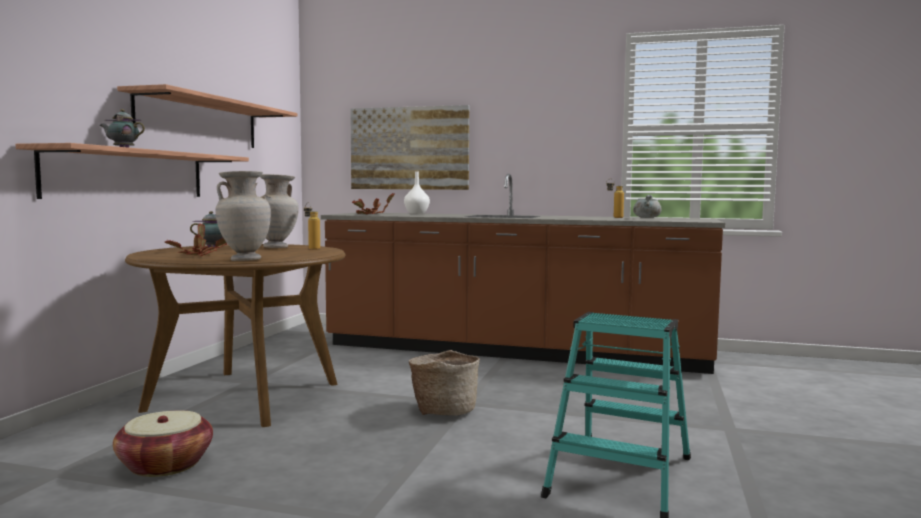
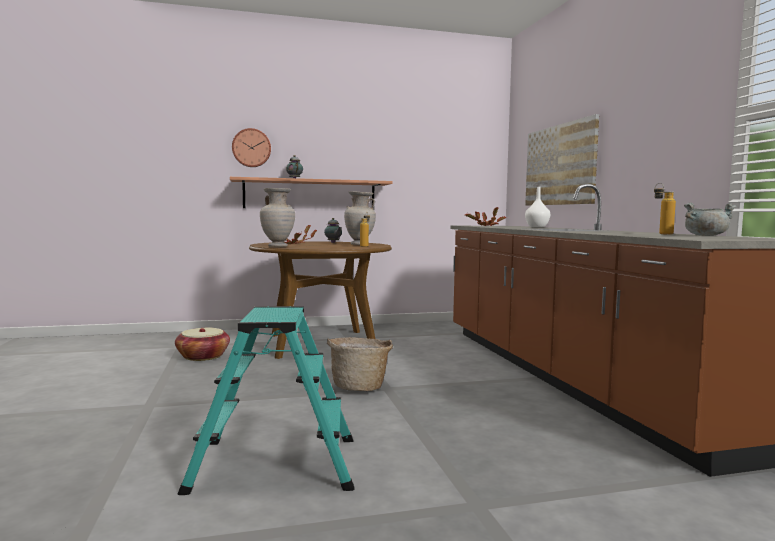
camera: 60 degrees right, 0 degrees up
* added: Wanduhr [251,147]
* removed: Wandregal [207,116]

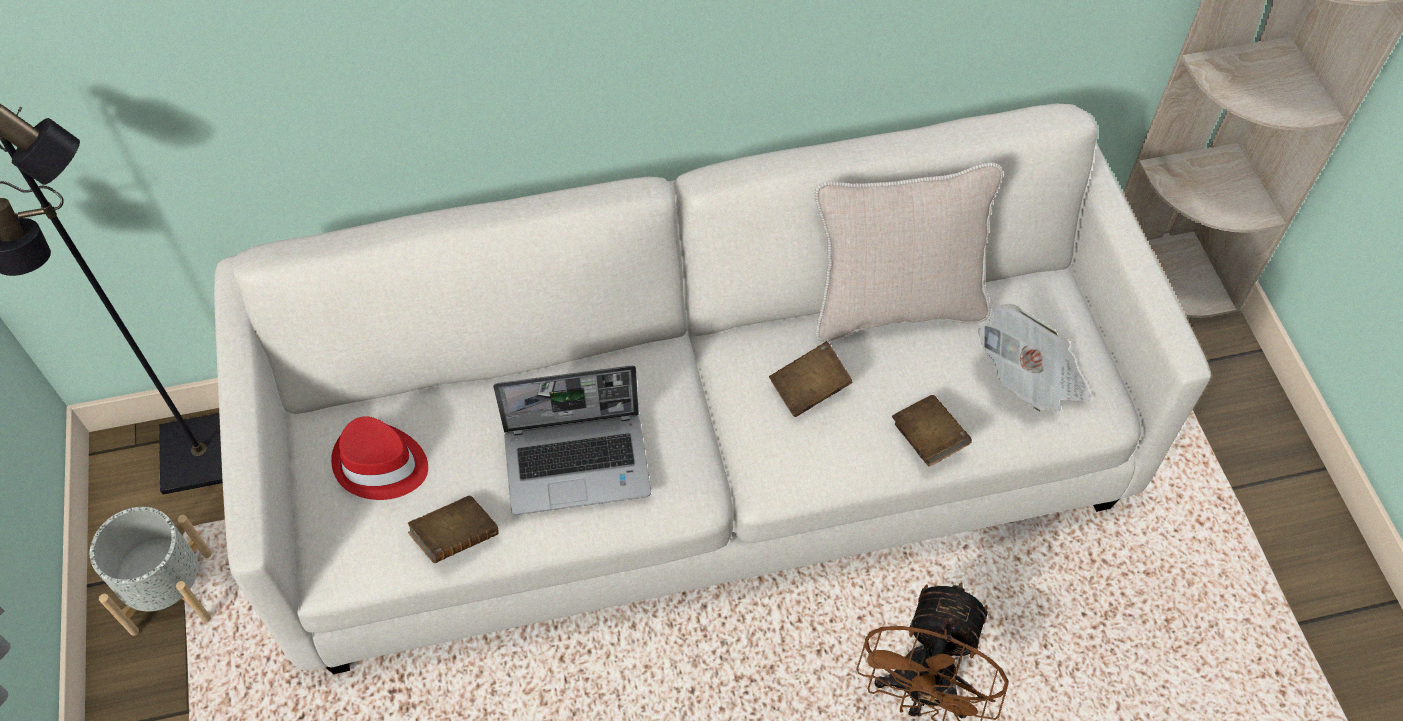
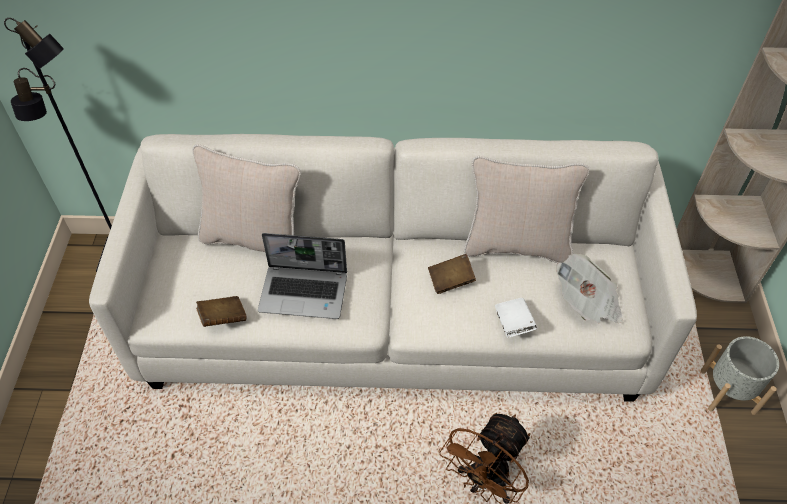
camera: 15 degrees right, 5 degrees down
* added: Kissen/beige [246,198]
* recoloured: Buch/braun [932,430] to Buch/weiß [516,318]
* moved: Pflanzkübel/grau [151,571] to [740,375]
* removed: Hut/rot [379,458]

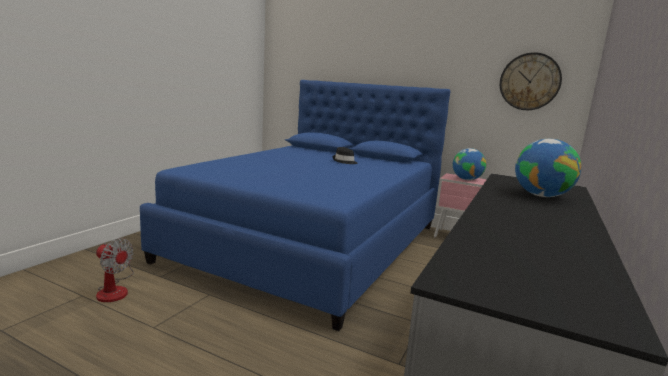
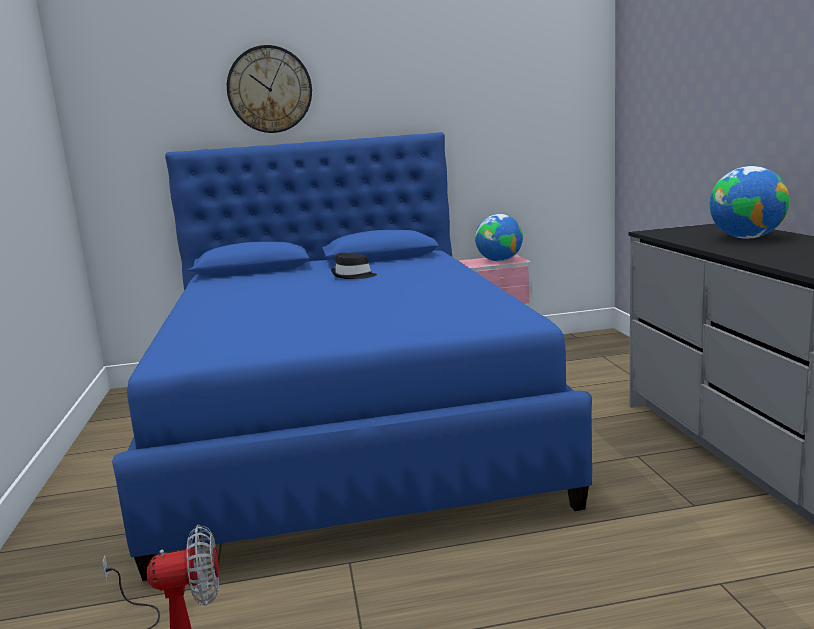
camera: 35 degrees left, 0 degrees up
* moved: Wanduhr [531,81] to [269,89]

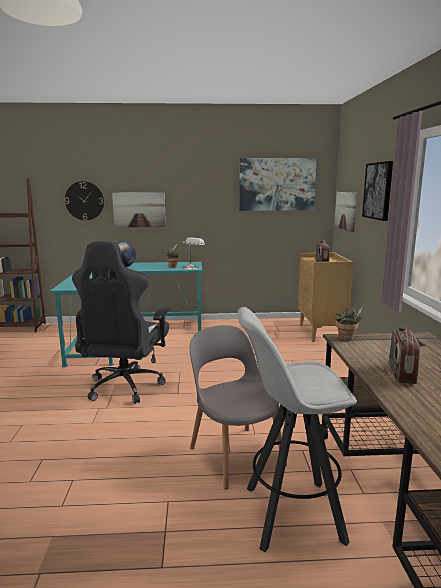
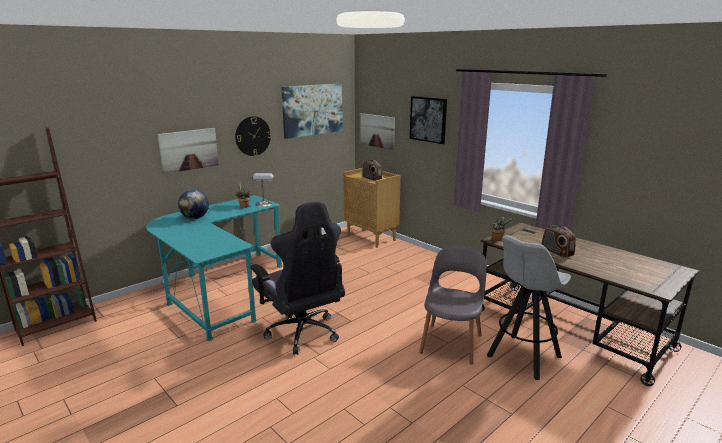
camera: 40 degrees left, 5 degrees up
* moved: Wanduhr [84,200] to [253,136]
* turned: Stuhl/grau [238,407] = [453,305] 90 degrees clockwise

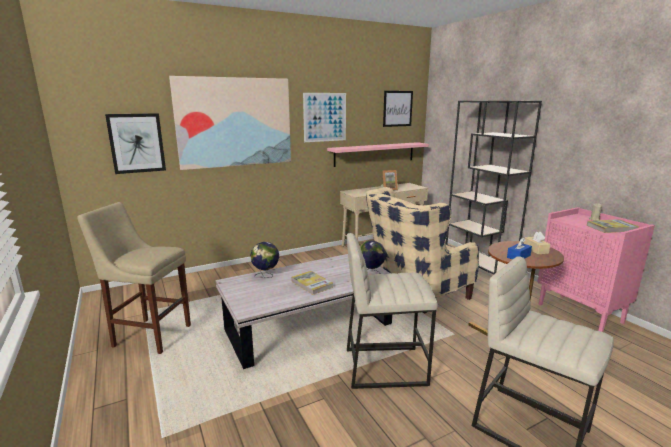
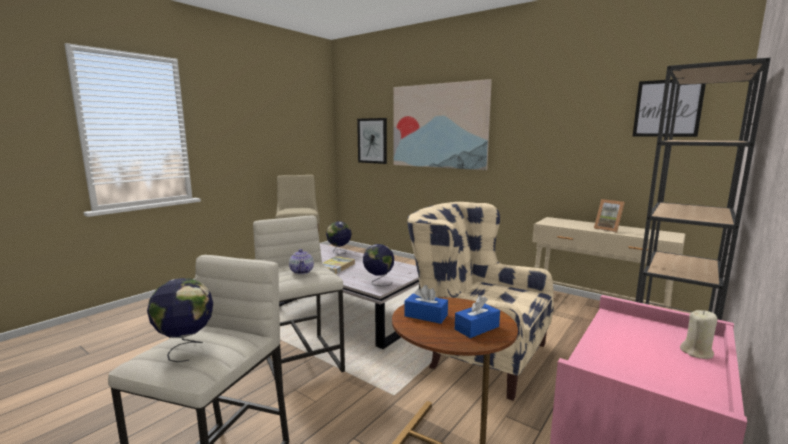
camera: 65 degrees right, 5 degrees down
* added: Globus [180,320]
* added: Teekanne [301,261]
* recoloured: Taschentuchbox/beige [537,242] to Taschentuchbox/blau [477,316]
* removed: Bild [324,117]
* removed: Wandregal/rosa [378,154]
* removed: Buch [613,226]

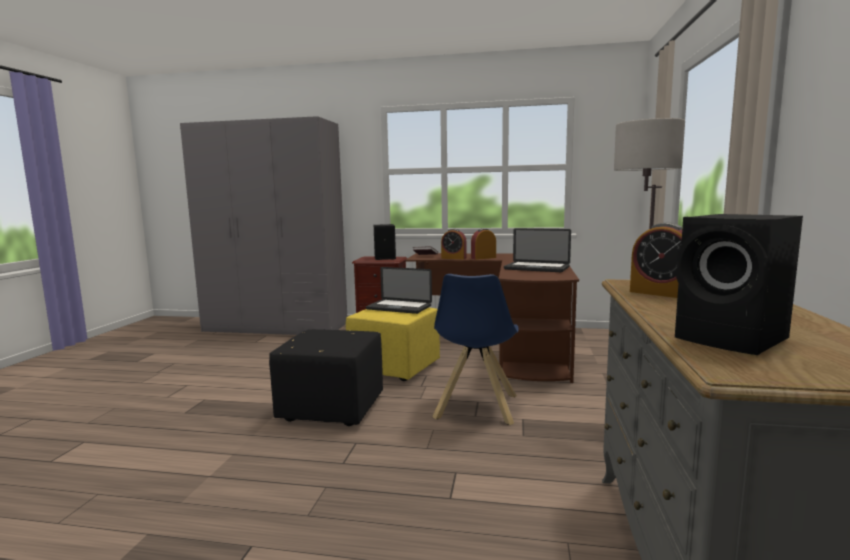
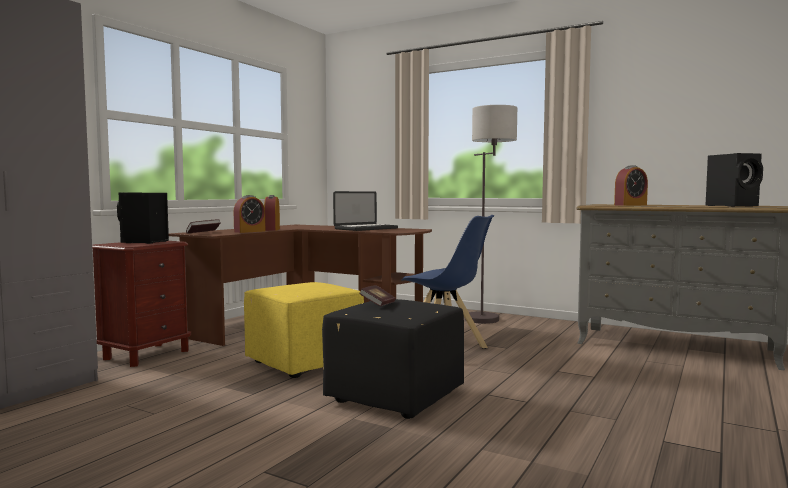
camera: 70 degrees left, 5 degrees down
* added: Buch [377,295]
* removed: Laptop [399,290]

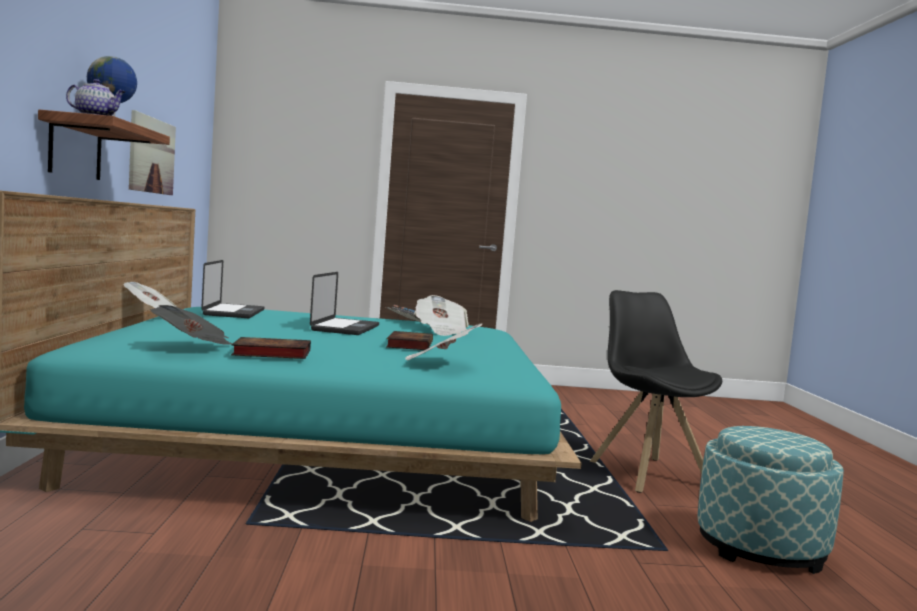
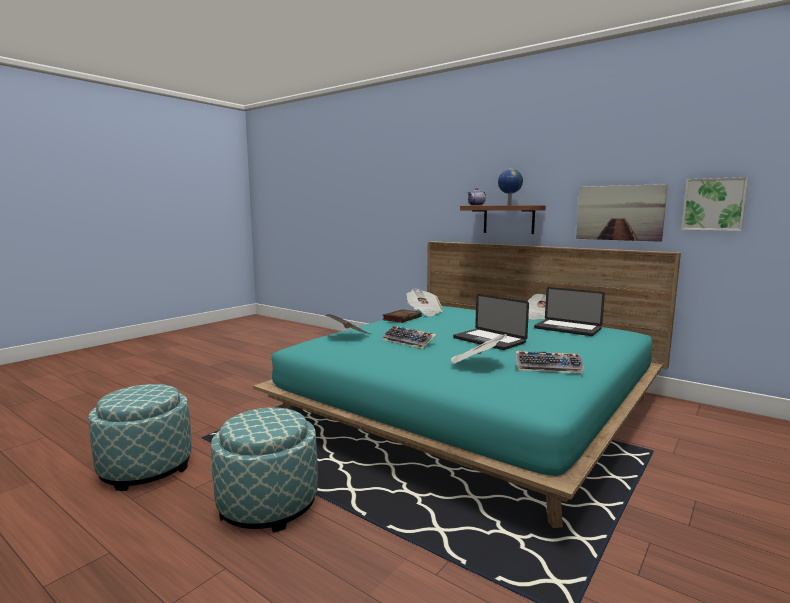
camera: 130 degrees right, 5 degrees up
* replaced: Stuhl/schwarz [655,391] to Polsterhocker [264,470]
* replaced: Buch [409,340] to Tastatur [409,337]
* added: Bild [714,204]

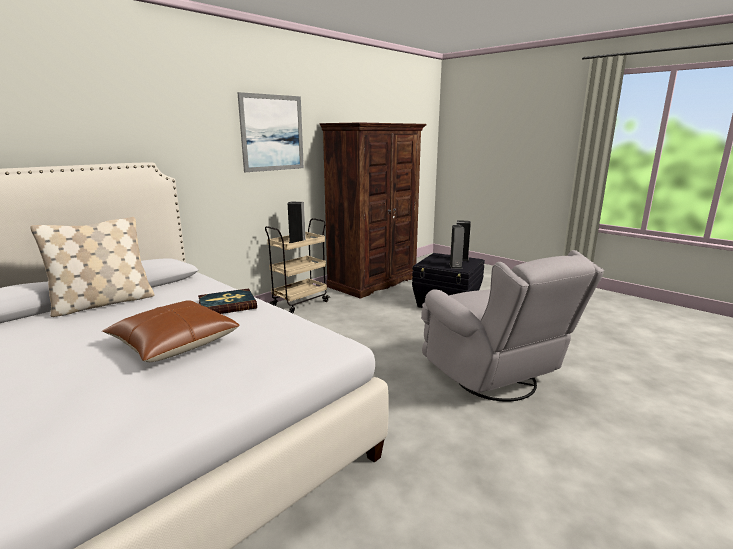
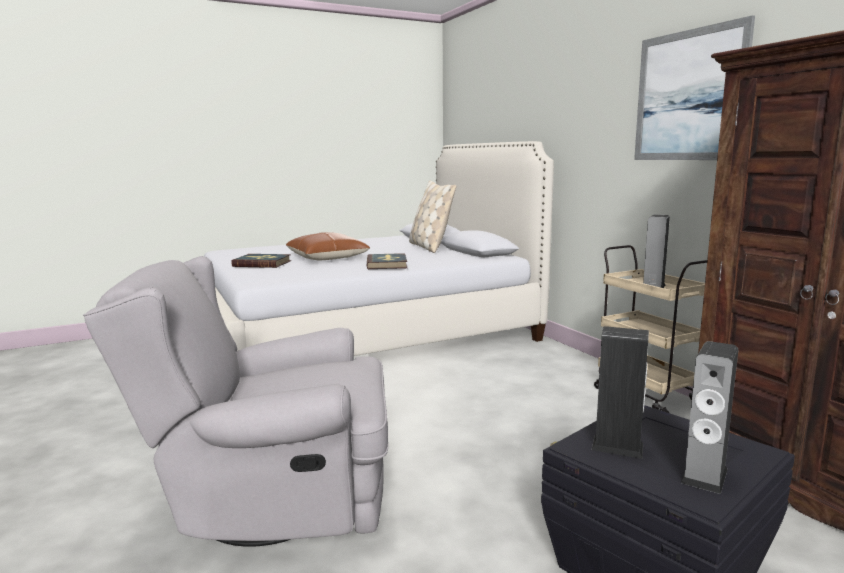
camera: 110 degrees right, 5 degrees down
* added: Buch [261,261]

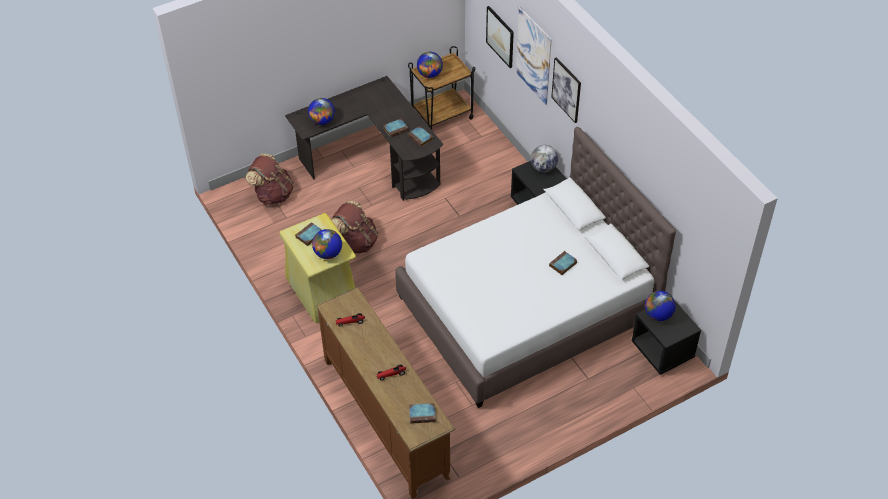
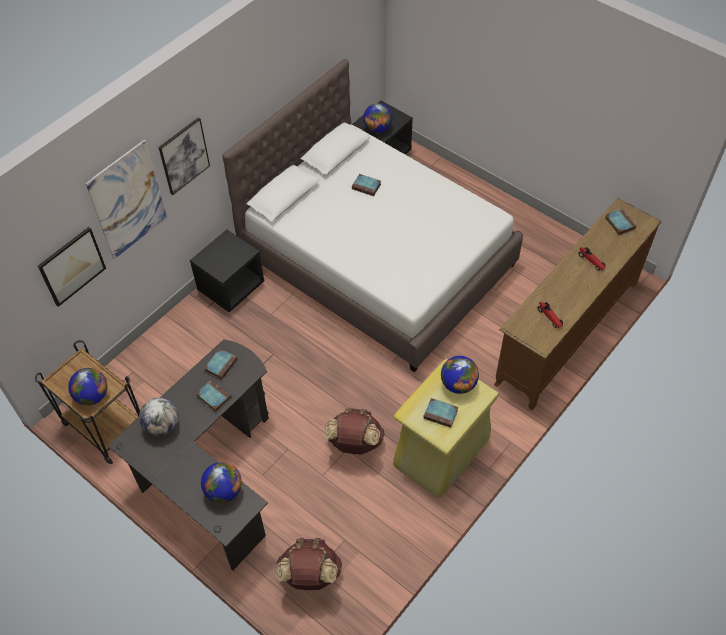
camera: 110 degrees left, 5 degrees up
* moved: Globus [544,158] to [158,417]

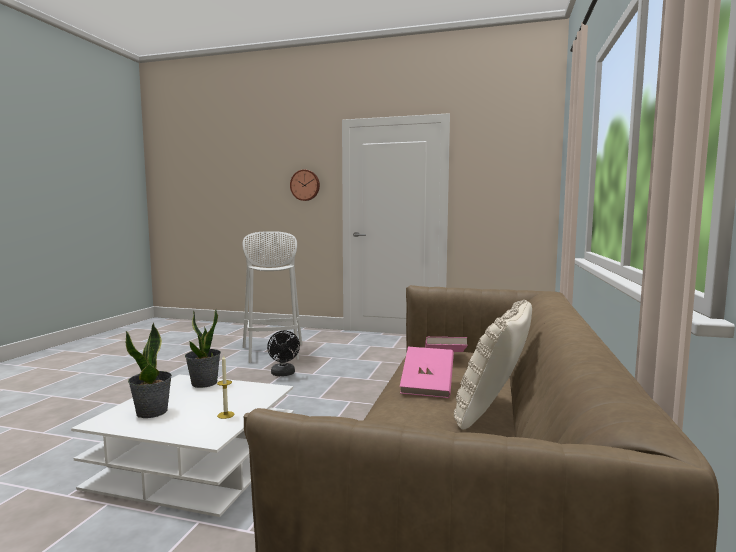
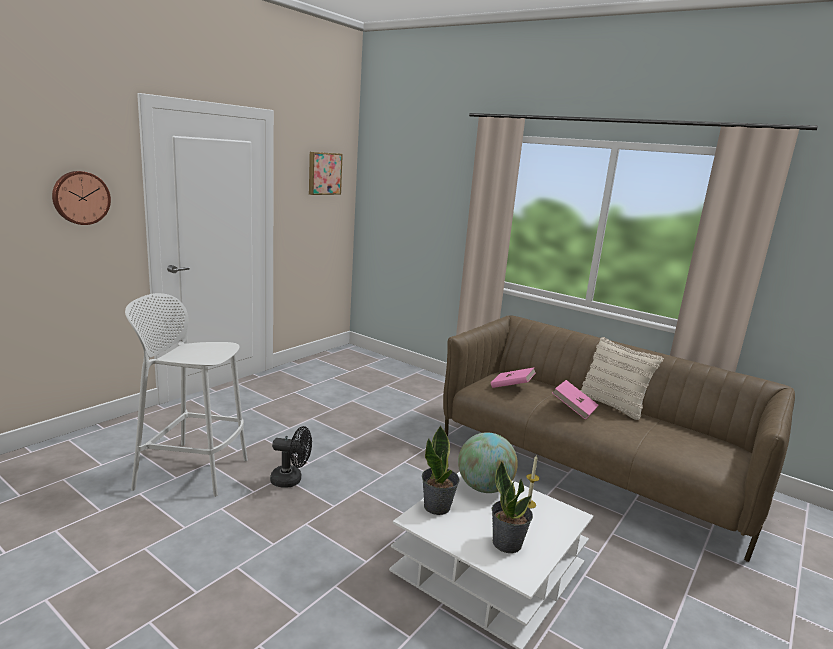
camera: 70 degrees left, 10 degrees up
* added: Bild [326,173]
* added: Globus [488,462]

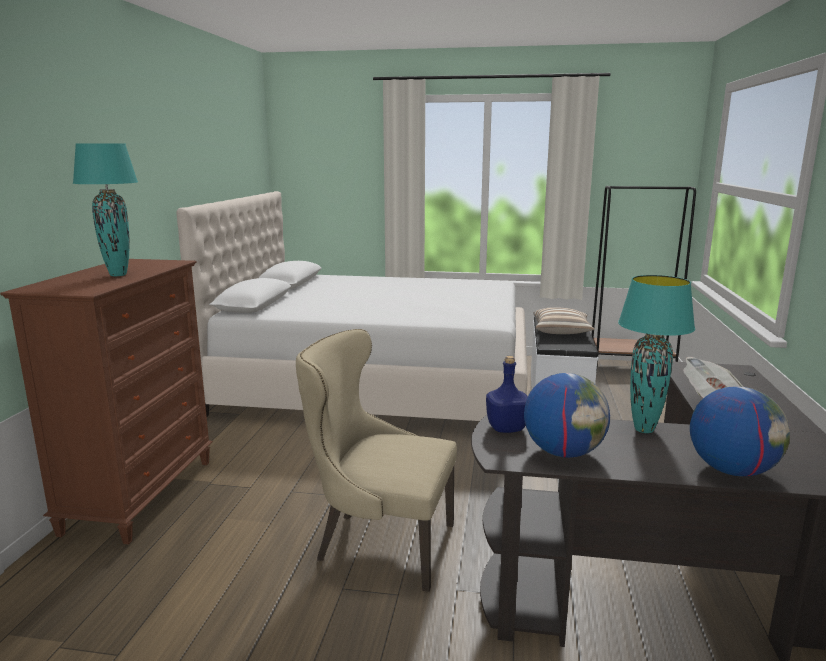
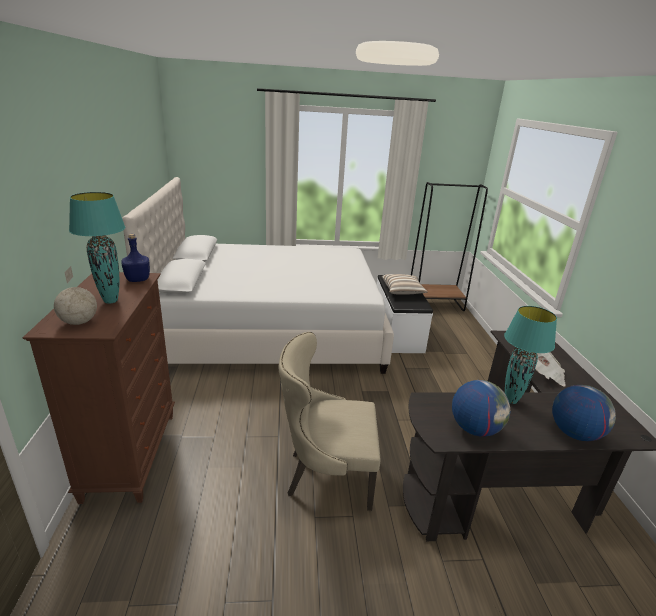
camera: 15 degrees left, 10 degrees up
* added: Globus [75,295]
* moved: Flasche/blau [507,394] to [135,258]

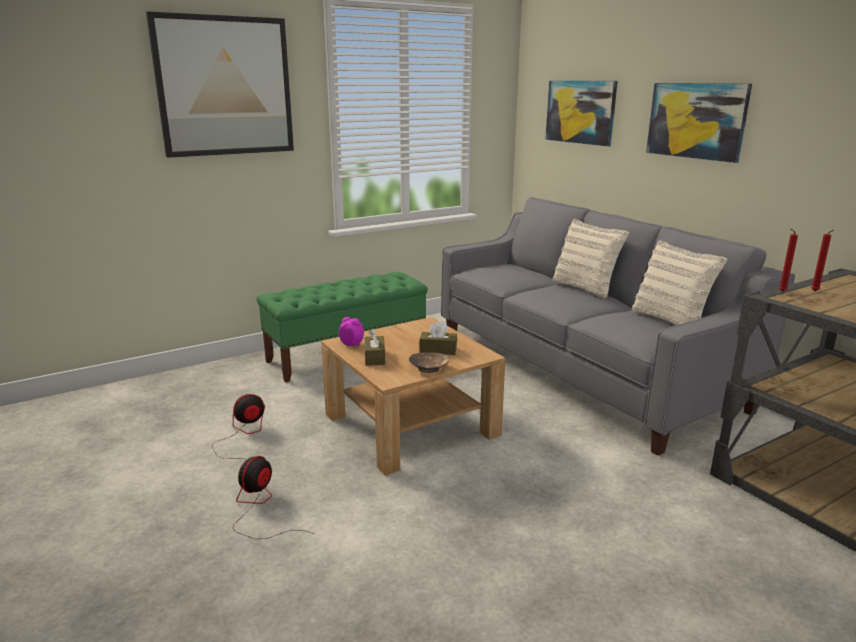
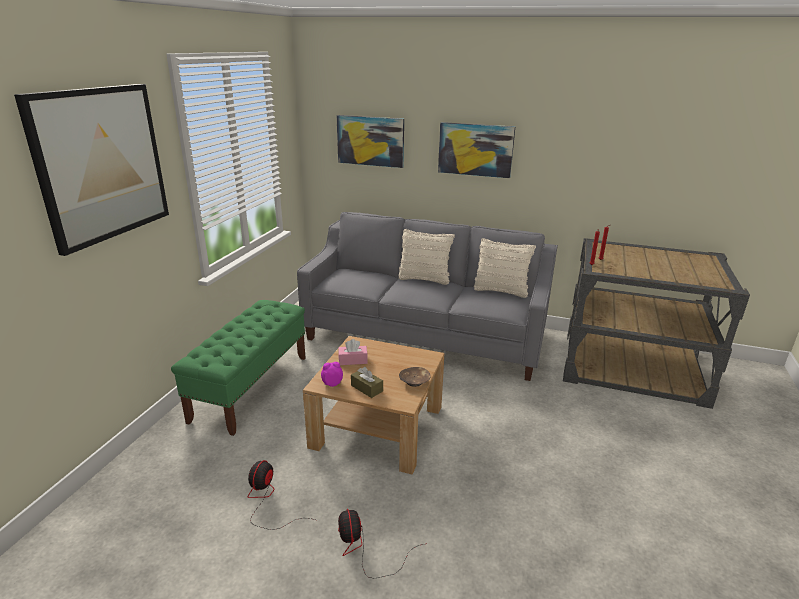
camera: 40 degrees left, 5 degrees up
* added: Taschentuchbox/rosa [353,352]
* removed: Taschentuchbox/braun [438,338]

